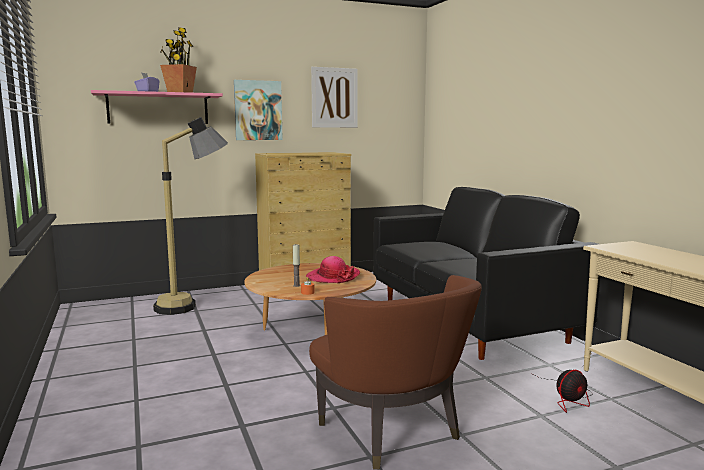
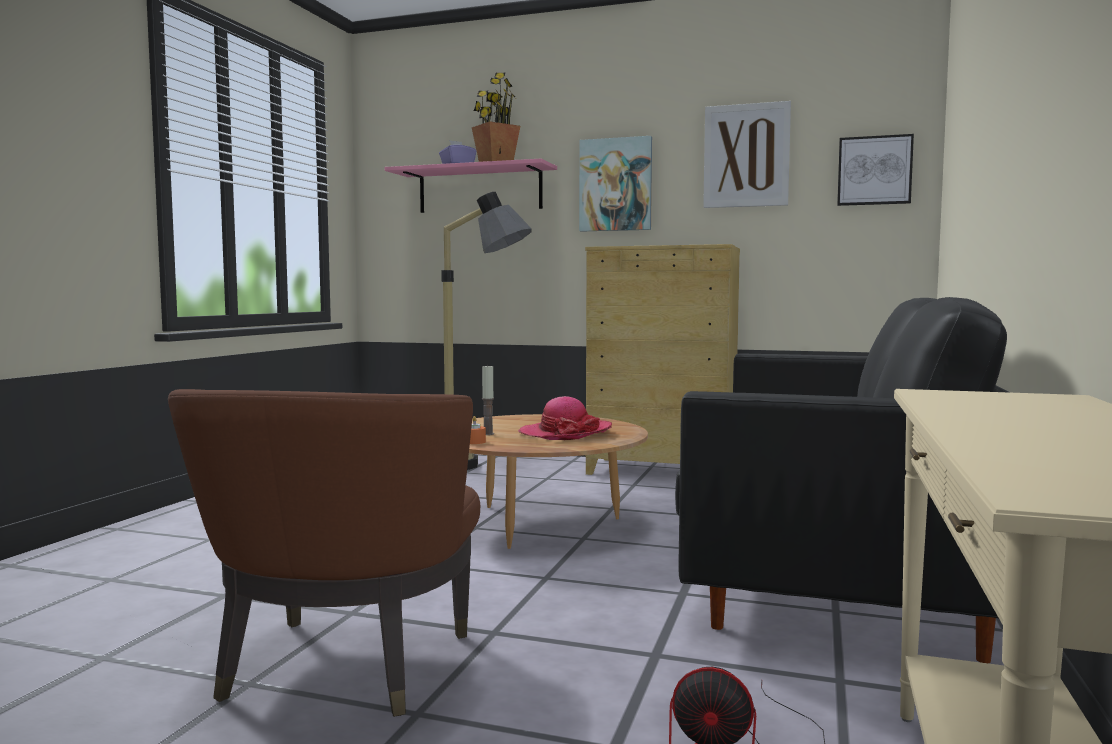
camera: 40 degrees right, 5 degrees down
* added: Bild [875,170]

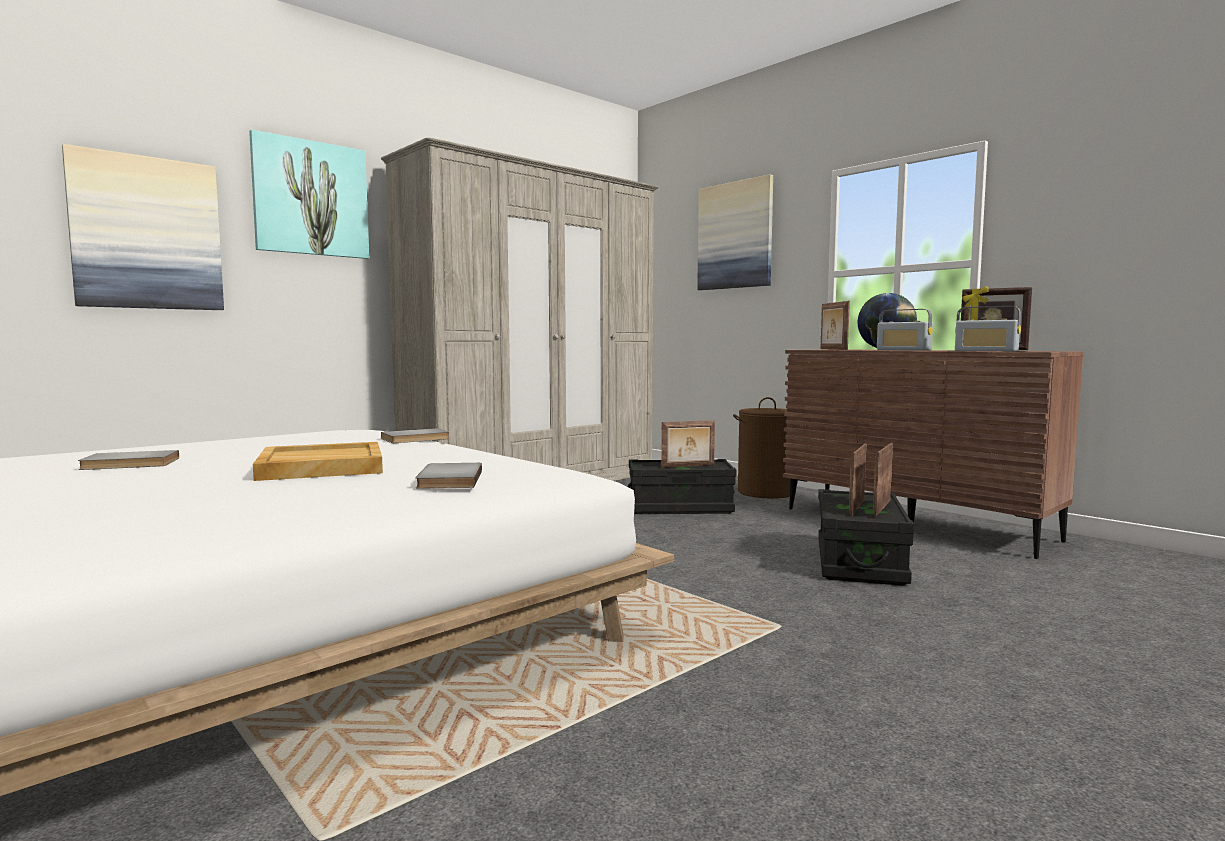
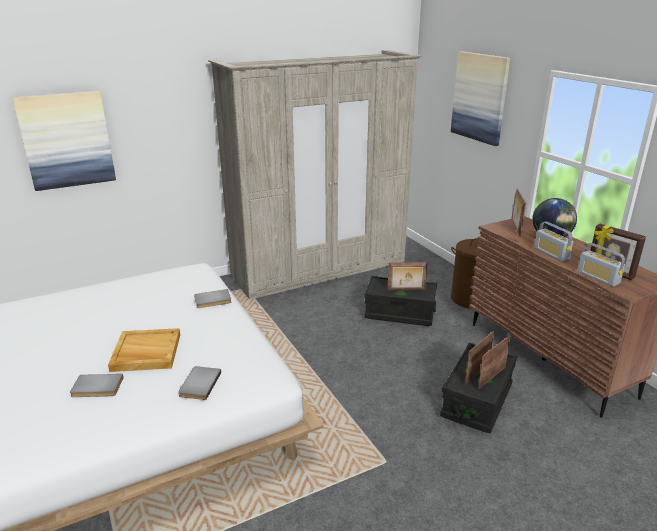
camera: 15 degrees right, 20 degrees up
* moved: Buch/grau [128,460] to [97,385]
* removed: Bild [309,194]

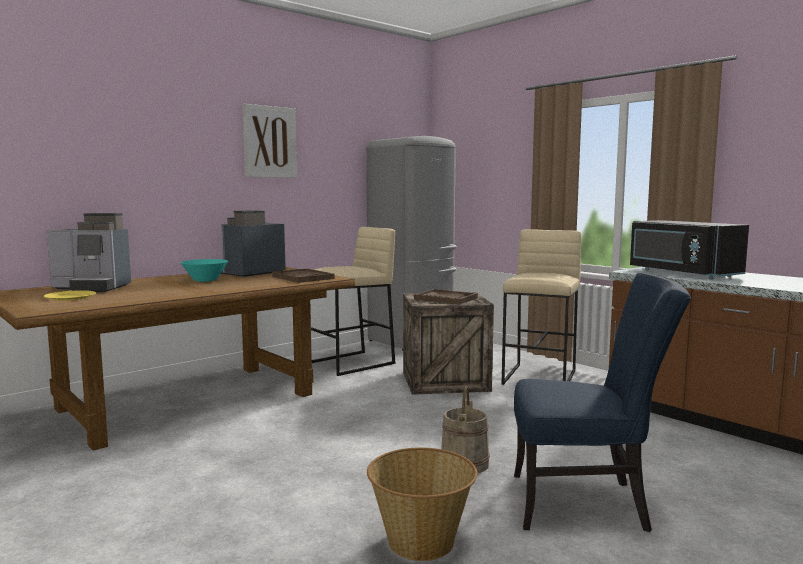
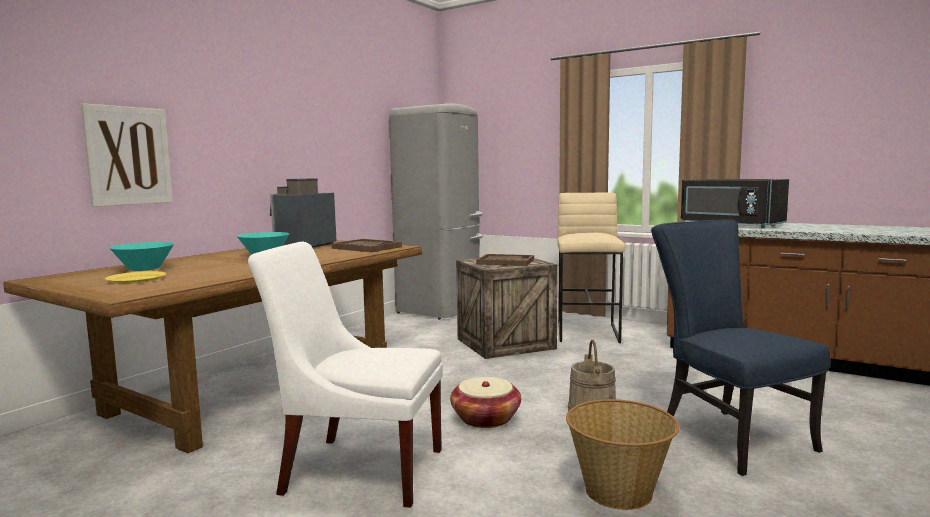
camera: 15 degrees left, 0 degrees up
* moved: Bild [269,140] to [127,155]
* replaced: Kaffeemaschine [89,252] to Schüssel/türkis [141,256]
* added: Stuhl/weiß [345,375]
* added: Korb [485,402]
* turned: Stuhl/blau [602,402] = [740,348] 105 degrees counterclockwise
* removed: Hocker/beige [353,301]

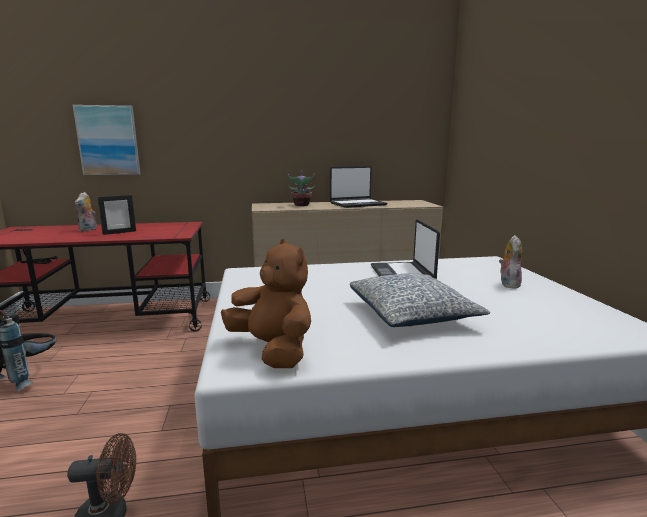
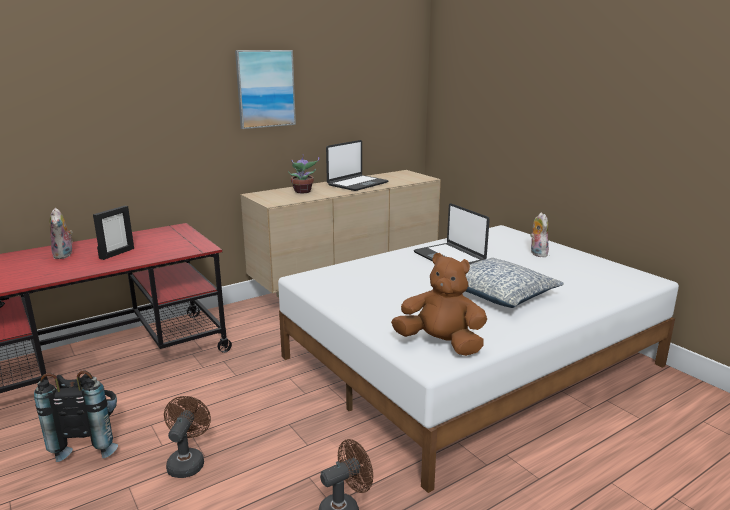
camera: 25 degrees left, 5 degrees up
* added: Ventilator/braun [187,437]
* moved: Bild [106,140] to [265,89]

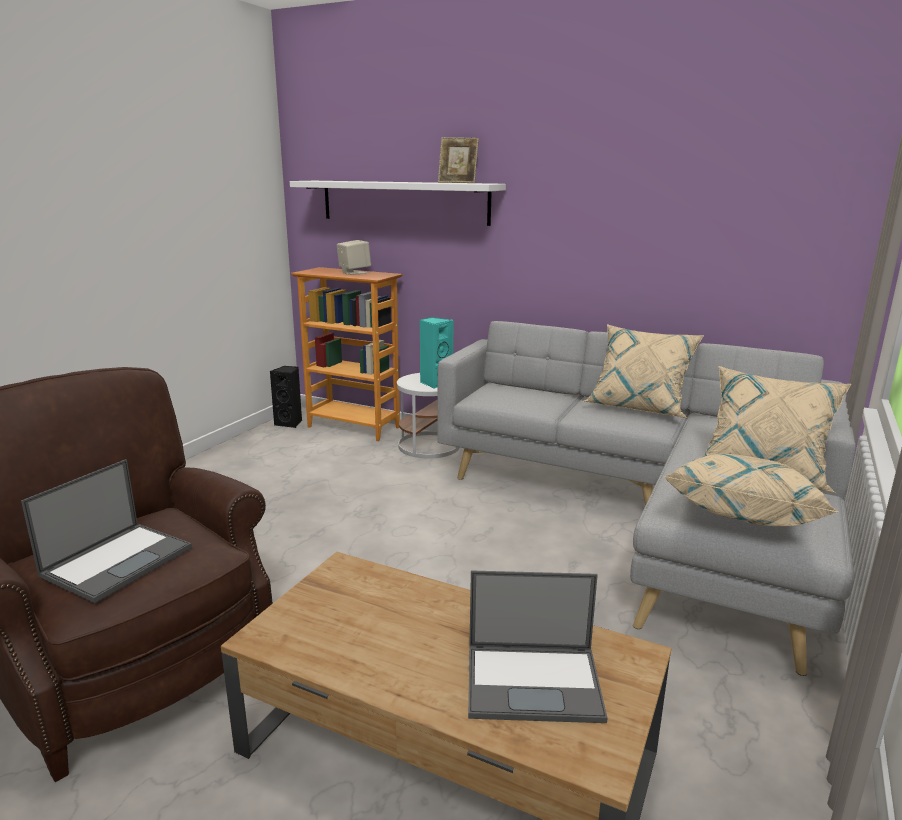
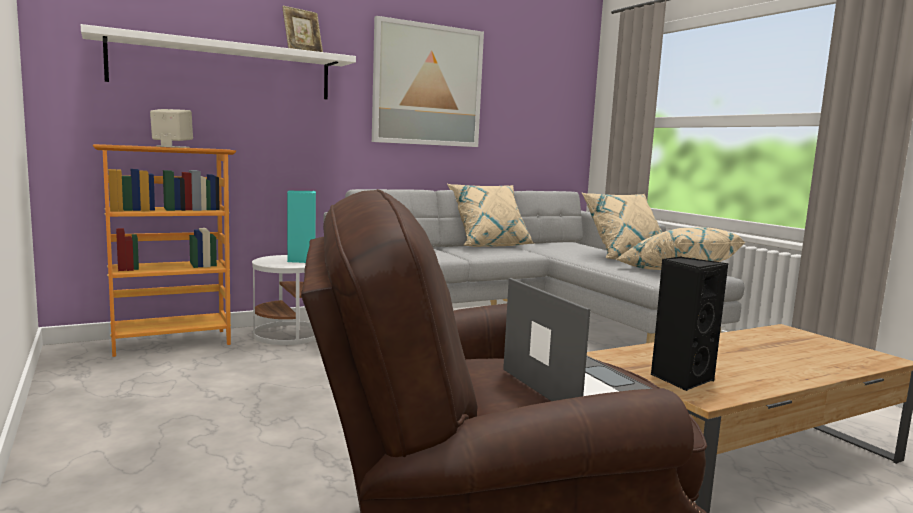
camera: 55 degrees left, 10 degrees down
* added: Bild [428,81]
* moved: Lautsprecher/schwarz [286,397] to [689,324]
* removed: Laptop [538,646]

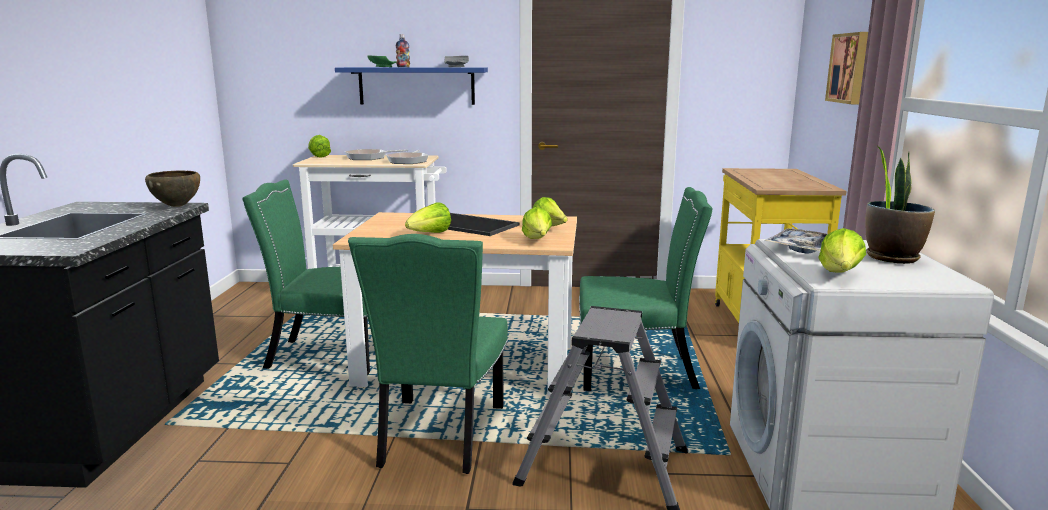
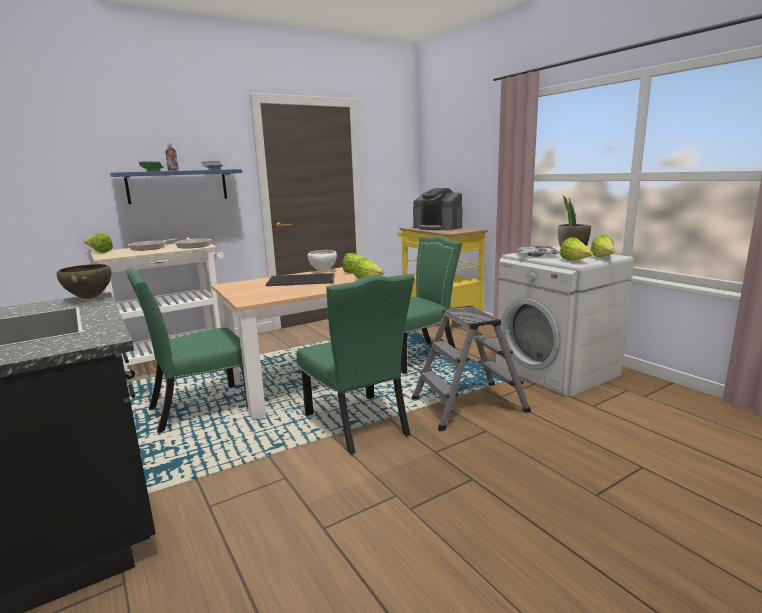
camera: 35 degrees left, 0 degrees up
* added: Schüssel/weiß [322,261]
* added: Kaffeemaschine [438,209]
* moved: Salatkopf [428,217] to [603,246]
* removed: Bild [846,68]

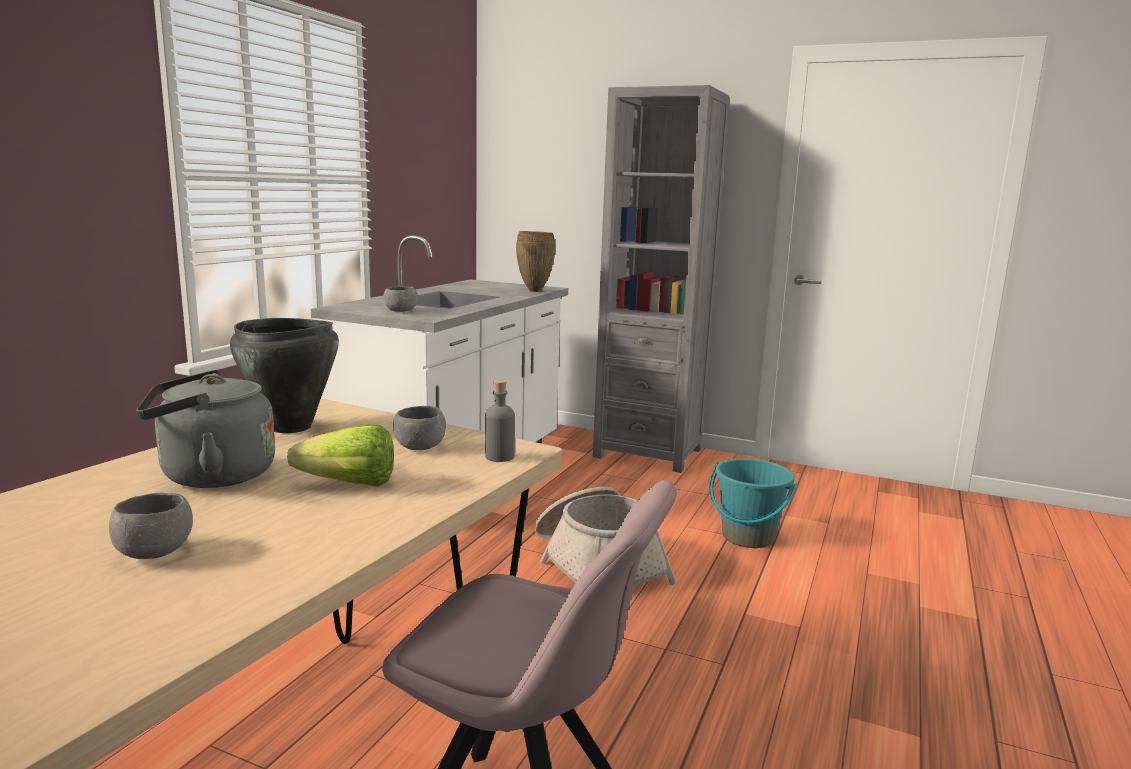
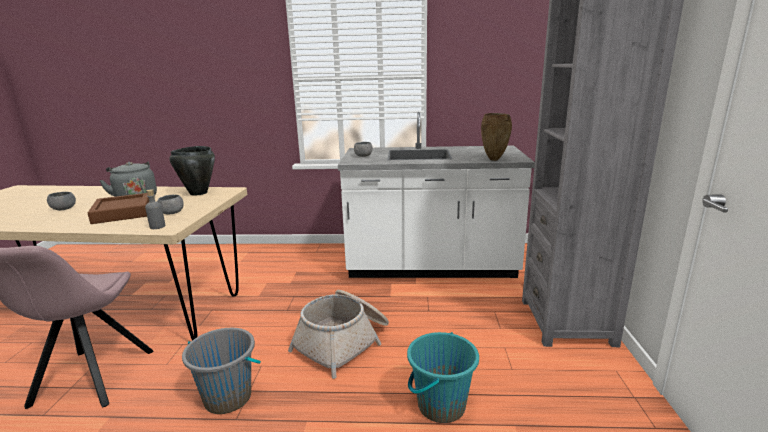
camera: 70 degrees right, 5 degrees up
* replaced: Salatkopf [340,455] to Tablett/braun [118,208]
* added: Eimer/grau [221,371]

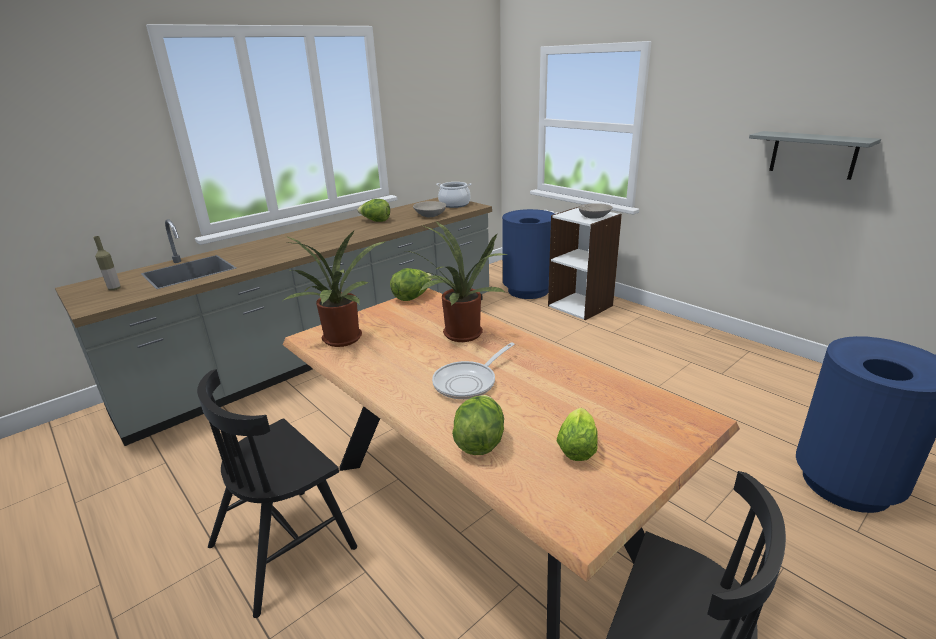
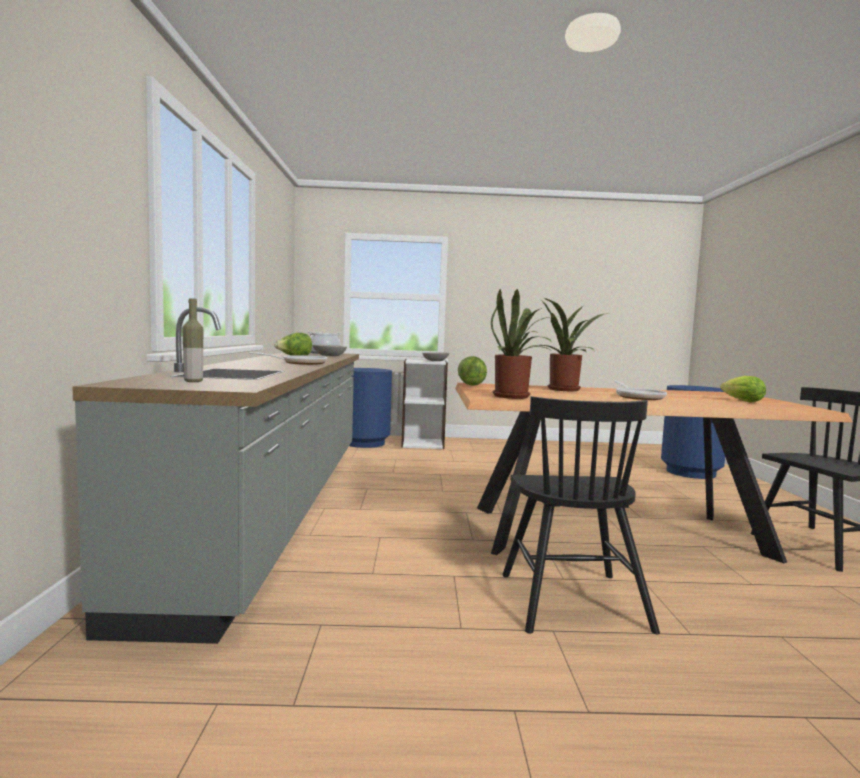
camera: 50 degrees left, 20 degrees down
* added: Pfanne [288,358]
* removed: Salatkopf [478,425]
* removed: Wandregal/grau [815,155]

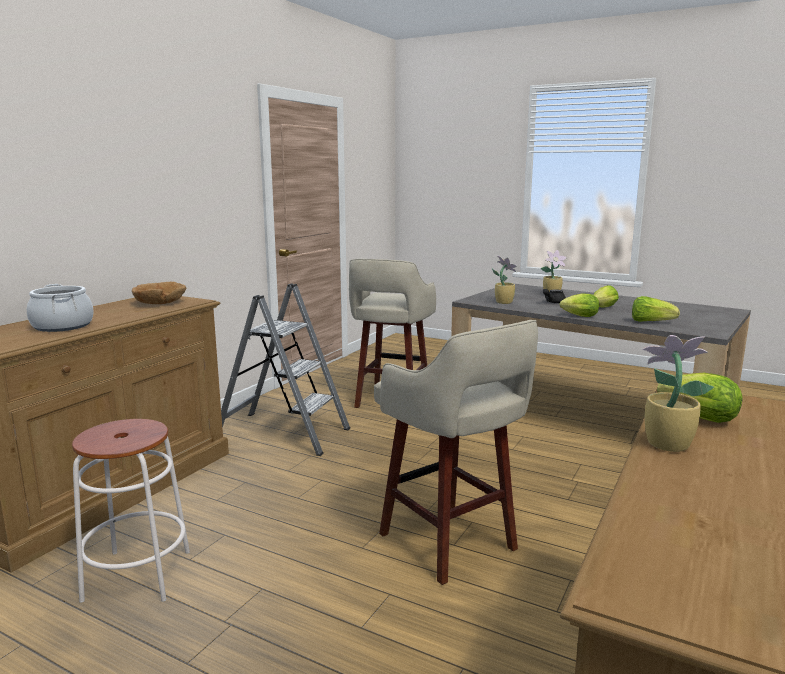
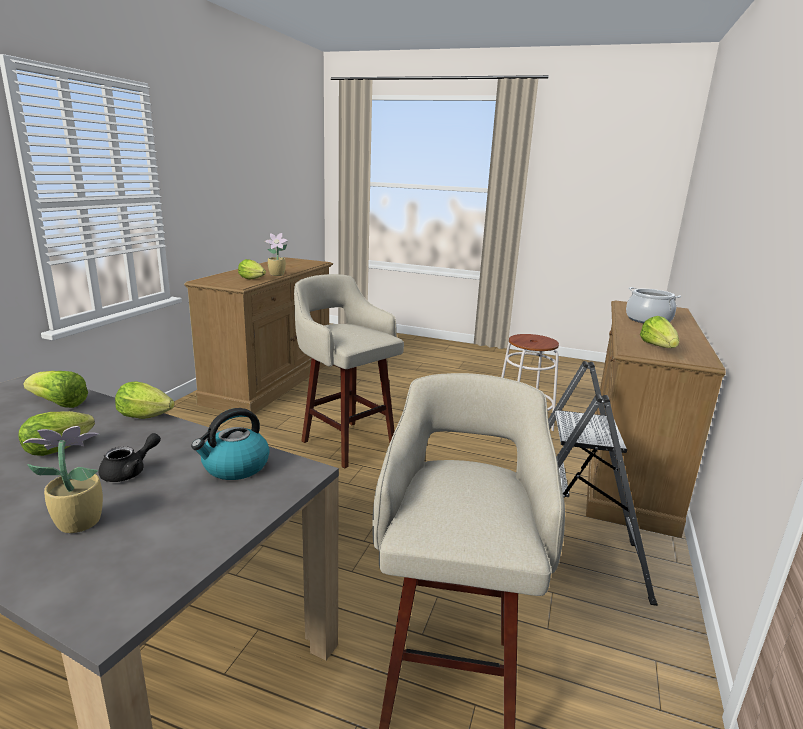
camera: 170 degrees right, 5 degrees up
* replaced: Topfpflanze [504,280] to Wasserkessel [230,444]
* replaced: Schüssel/braun [159,293] to Salatkopf [659,332]

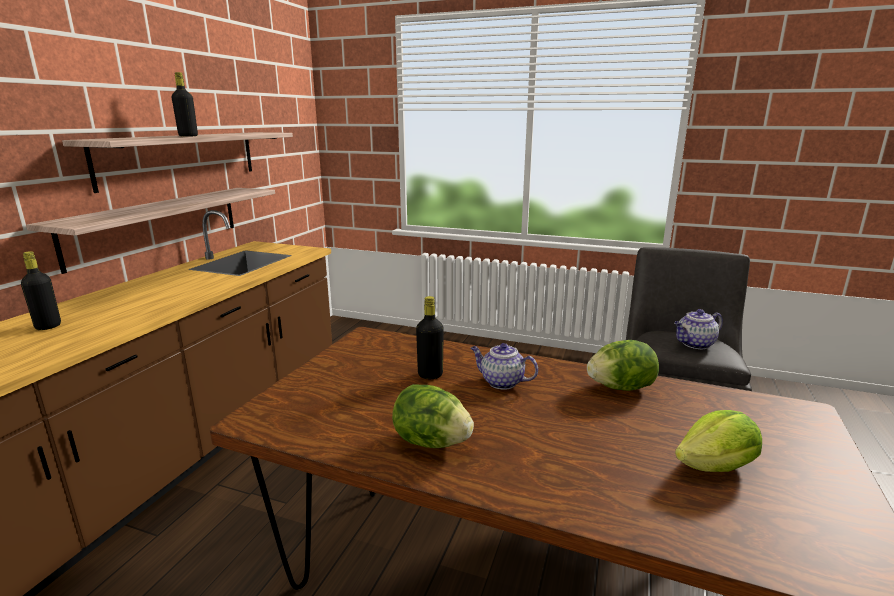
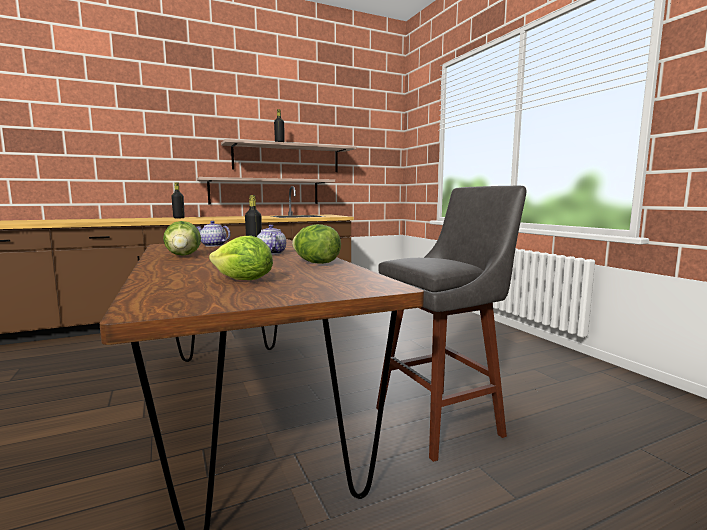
camera: 45 degrees right, 10 degrees down
* moved: Teekanne [698,329] to [213,234]

